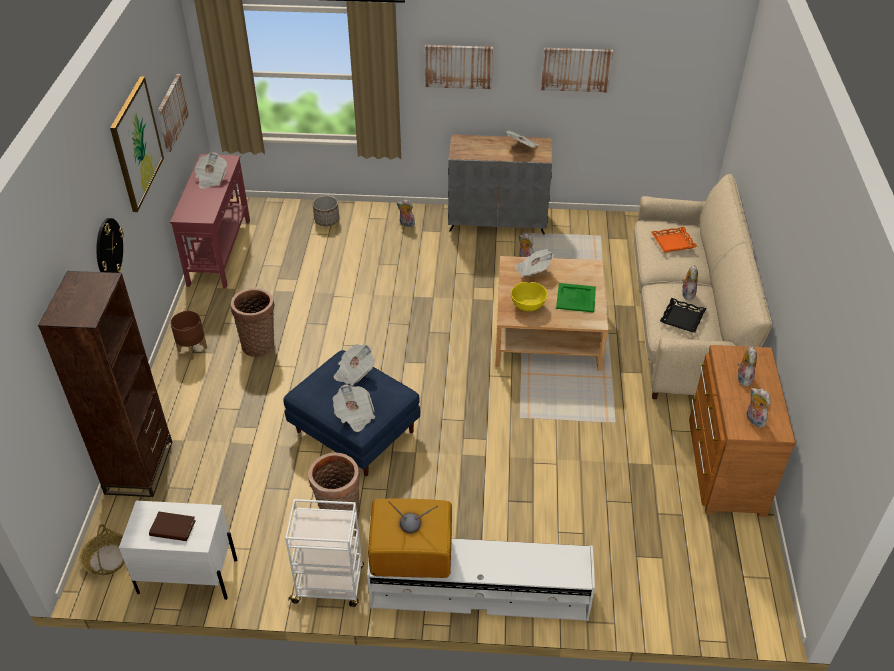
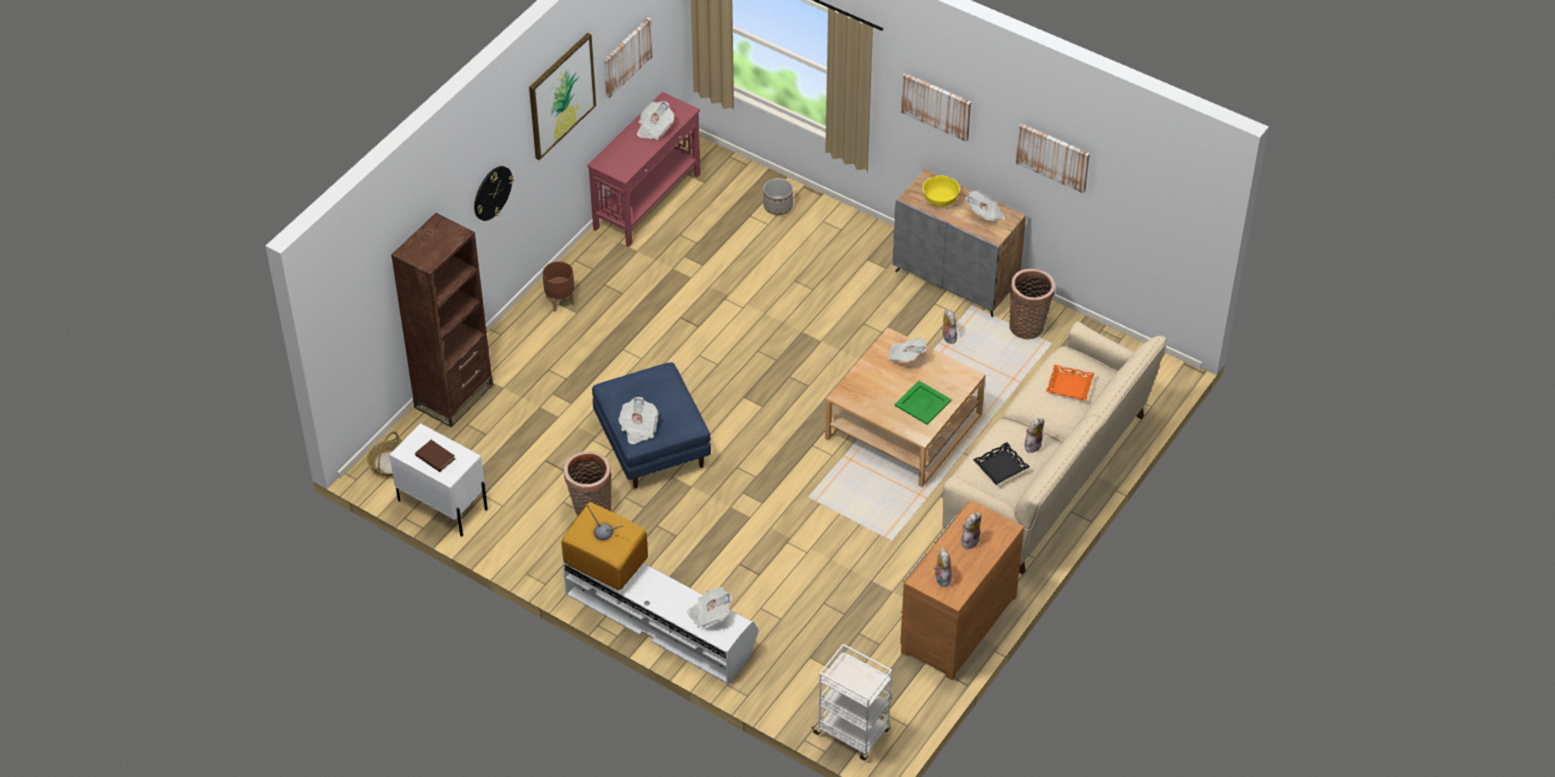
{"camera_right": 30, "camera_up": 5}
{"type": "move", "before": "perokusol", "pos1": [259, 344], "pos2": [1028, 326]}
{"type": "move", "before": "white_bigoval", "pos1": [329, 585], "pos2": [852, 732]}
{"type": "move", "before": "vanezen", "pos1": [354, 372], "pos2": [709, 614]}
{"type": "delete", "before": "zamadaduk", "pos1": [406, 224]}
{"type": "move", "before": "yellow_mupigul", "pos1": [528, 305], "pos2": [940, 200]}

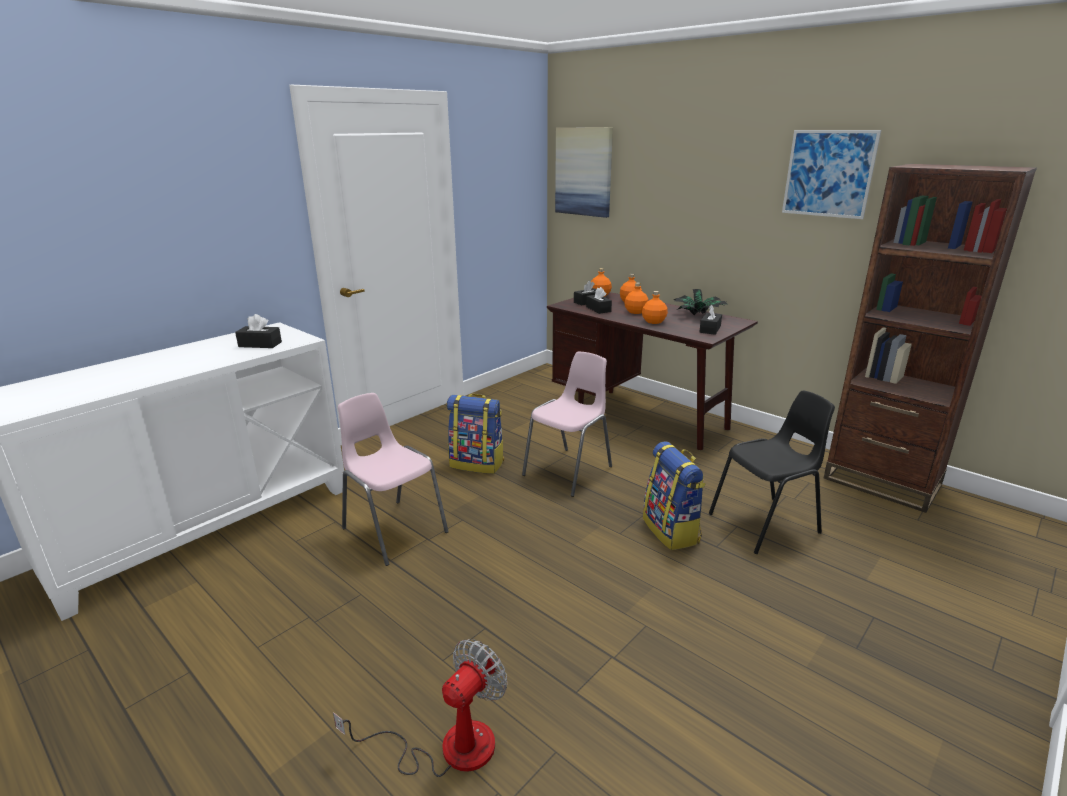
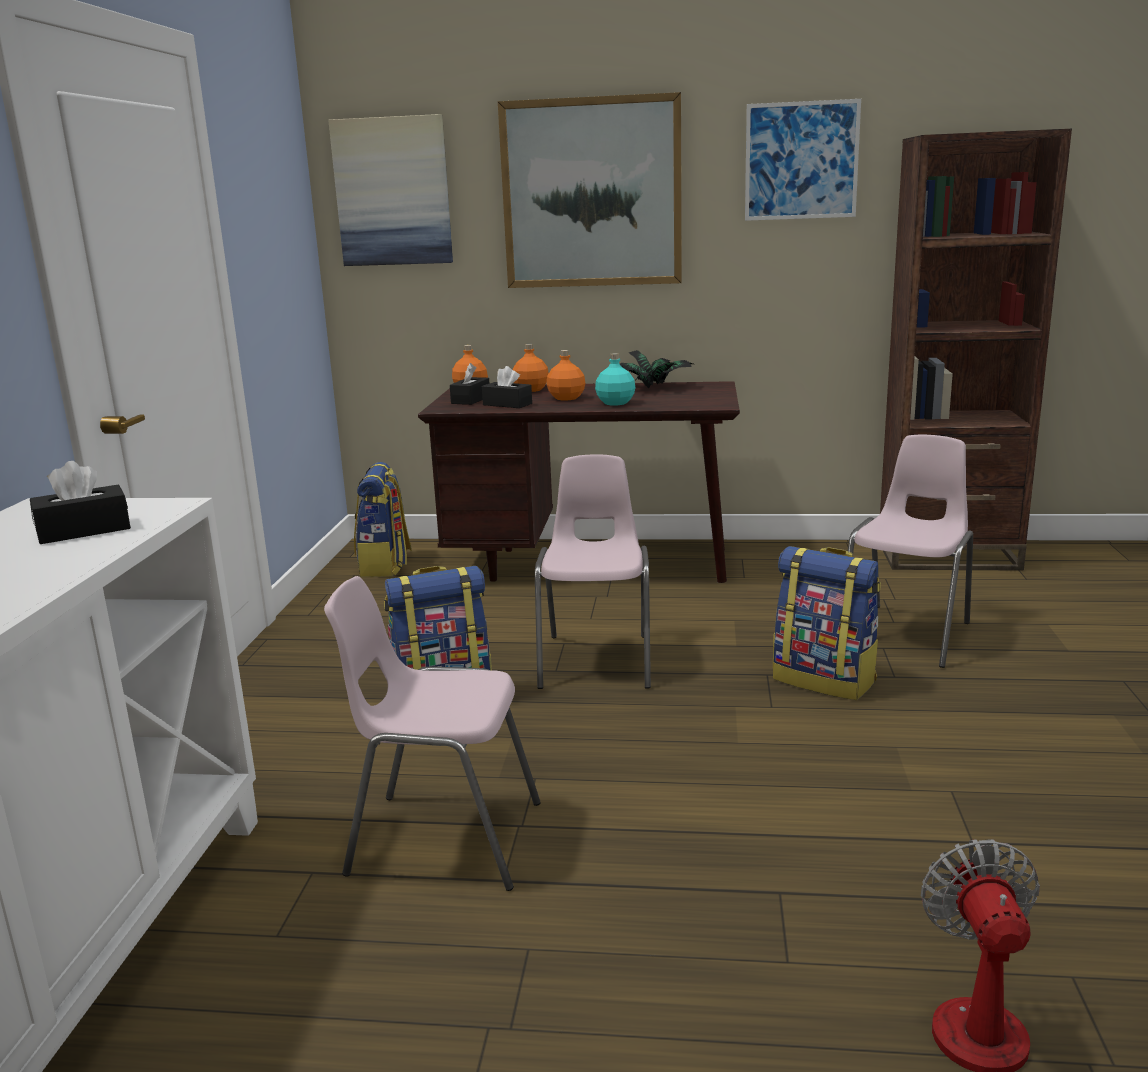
{"camera_right": -35, "camera_up": -5}
{"type": "recolor", "before": "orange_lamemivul", "after": "turquoise_lamemivul", "pos1": [653, 322], "pos2": [615, 403]}
{"type": "delete", "before": "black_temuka", "pos1": [710, 329]}
{"type": "recolor", "before": "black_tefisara", "after": "pink_tefisara", "pos1": [766, 524], "pos2": [907, 634]}
{"type": "insert", "after": "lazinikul", "pos2": [385, 566]}
{"type": "insert", "after": "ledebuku", "pos2": [592, 193]}

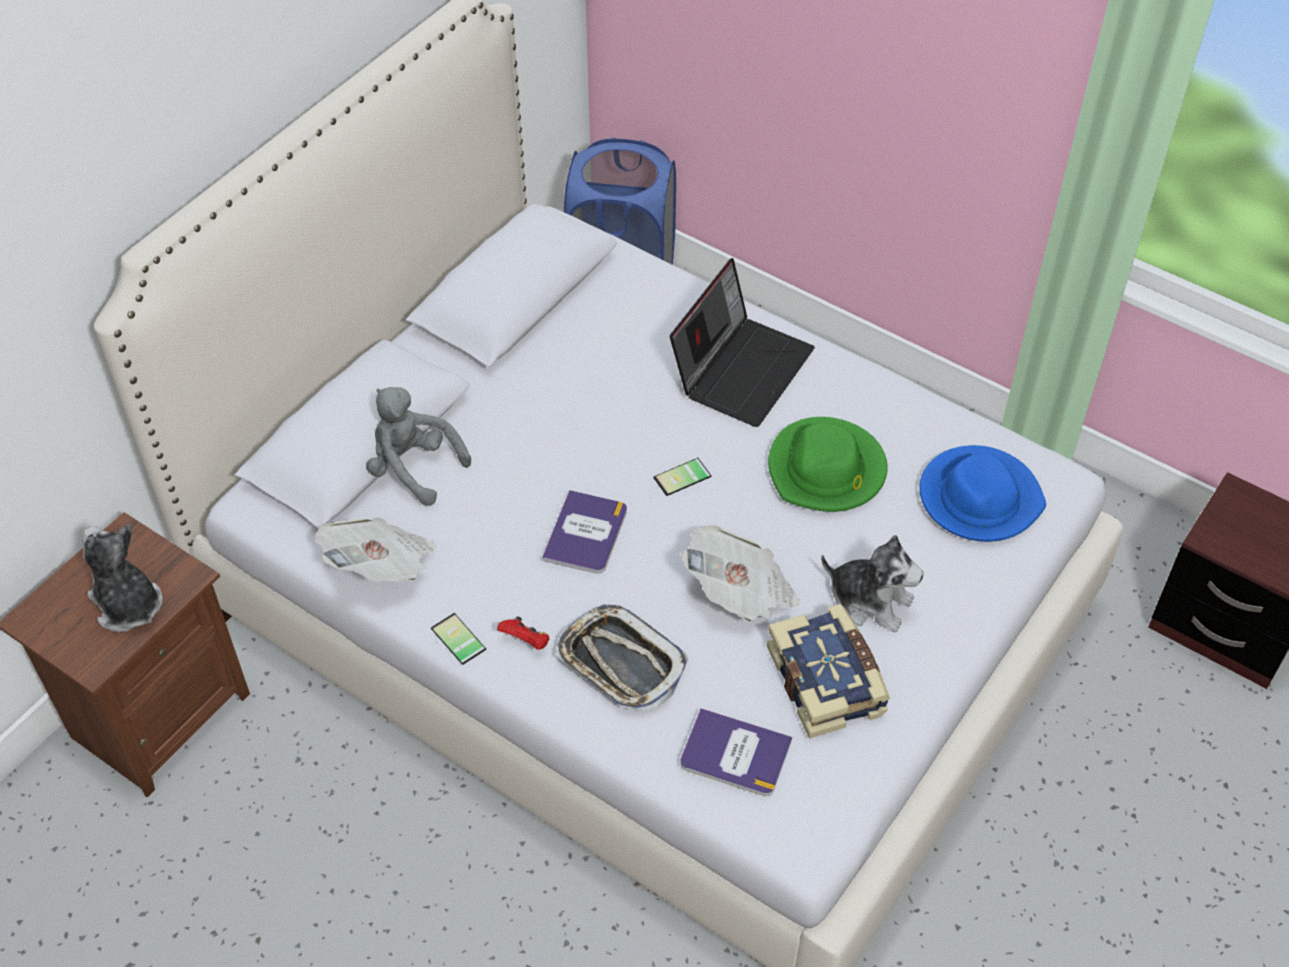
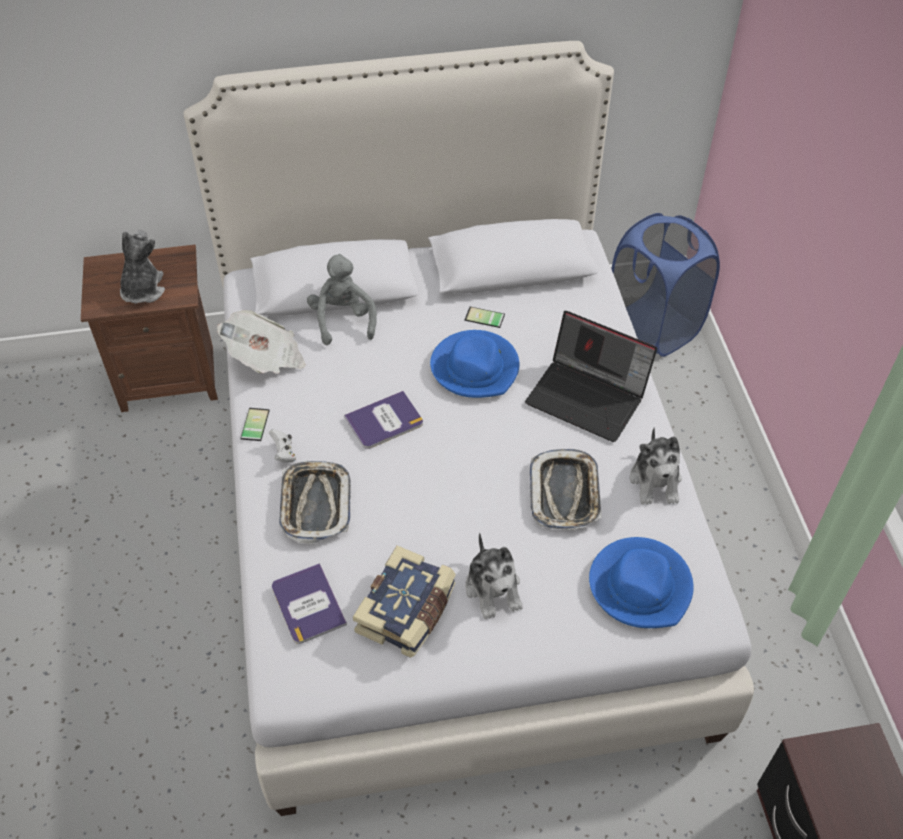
{"camera_right": 45, "camera_up": 0}
{"type": "recolor", "before": "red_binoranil", "after": "white_binoranil", "pos1": [526, 642], "pos2": [284, 453]}
{"type": "move", "before": "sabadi", "pos1": [683, 479], "pos2": [484, 319]}
{"type": "rotate", "before": "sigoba", "pos1": [741, 368], "pos2": [588, 397], "turn": 45}
{"type": "delete", "before": "vanezen", "pos1": [740, 593]}
{"type": "replace", "before": "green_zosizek", "after": "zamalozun", "pos1": [826, 470], "pos2": [565, 493]}
{"type": "insert", "after": "blue_zosizek", "pos2": [475, 367]}
{"type": "insert", "after": "zamadaduk", "pos2": [655, 480]}

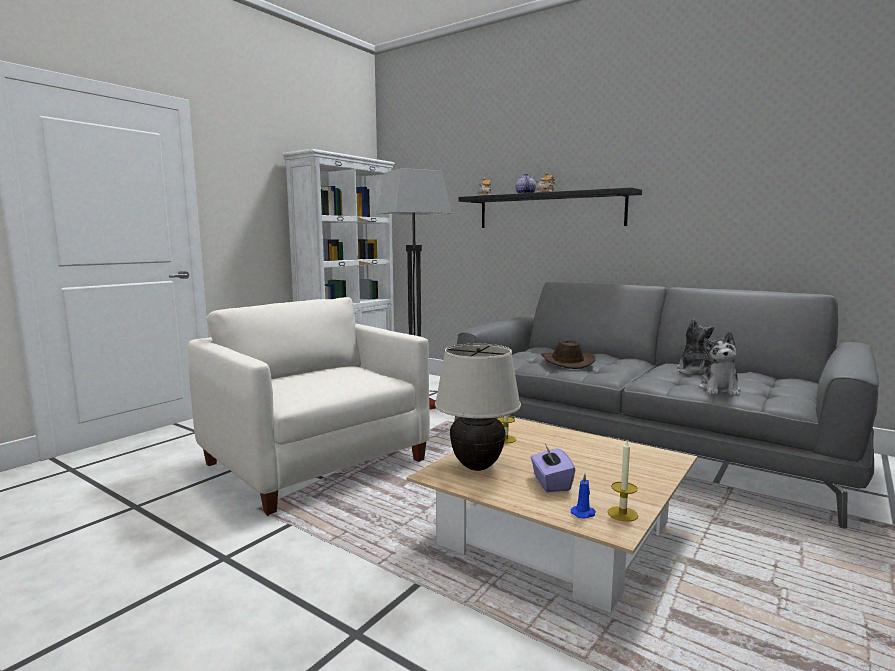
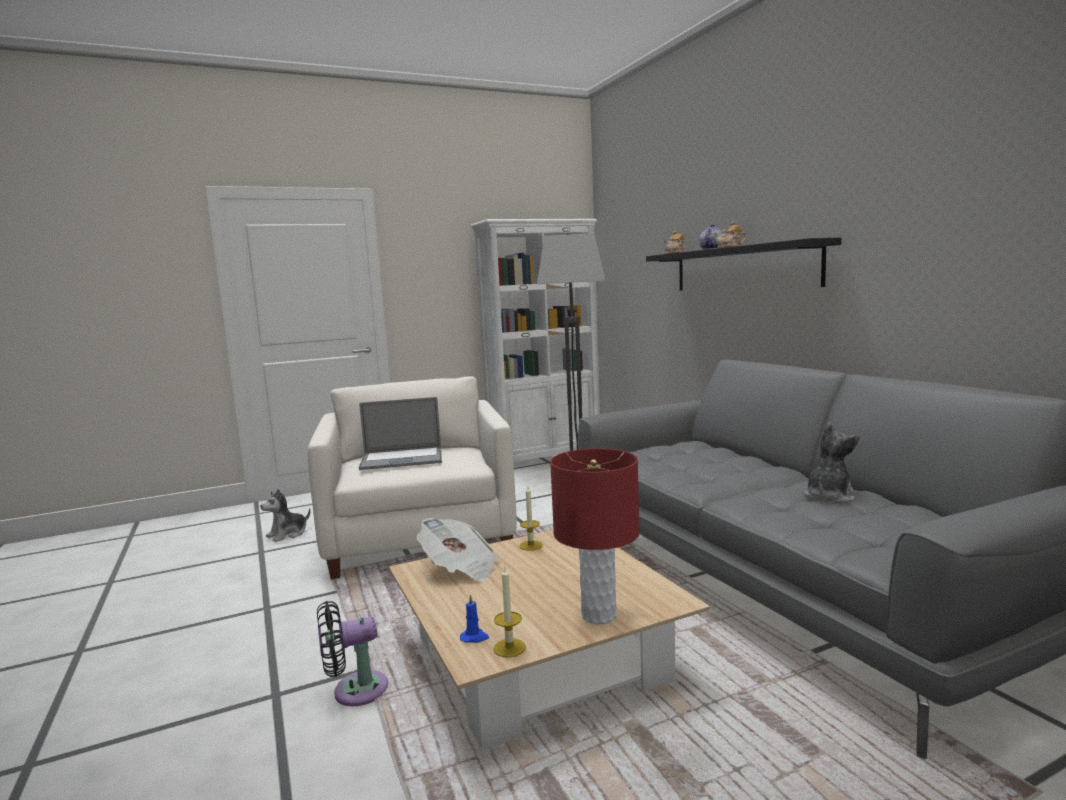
{"camera_right": 30, "camera_up": 0}
{"type": "replace", "before": "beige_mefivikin", "after": "vanezen", "pos1": [477, 466], "pos2": [460, 568]}
{"type": "delete", "before": "purple_temuka", "pos1": [551, 483]}
{"type": "delete", "before": "brown_zosizek", "pos1": [566, 362]}
{"type": "move", "before": "zamadaduk", "pos1": [719, 390], "pos2": [288, 534]}
{"type": "insert", "after": "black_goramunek", "pos2": [354, 691]}
{"type": "insert", "after": "sigoba", "pos2": [402, 459]}
{"type": "insert", "after": "red_mefivikin", "pos2": [599, 616]}

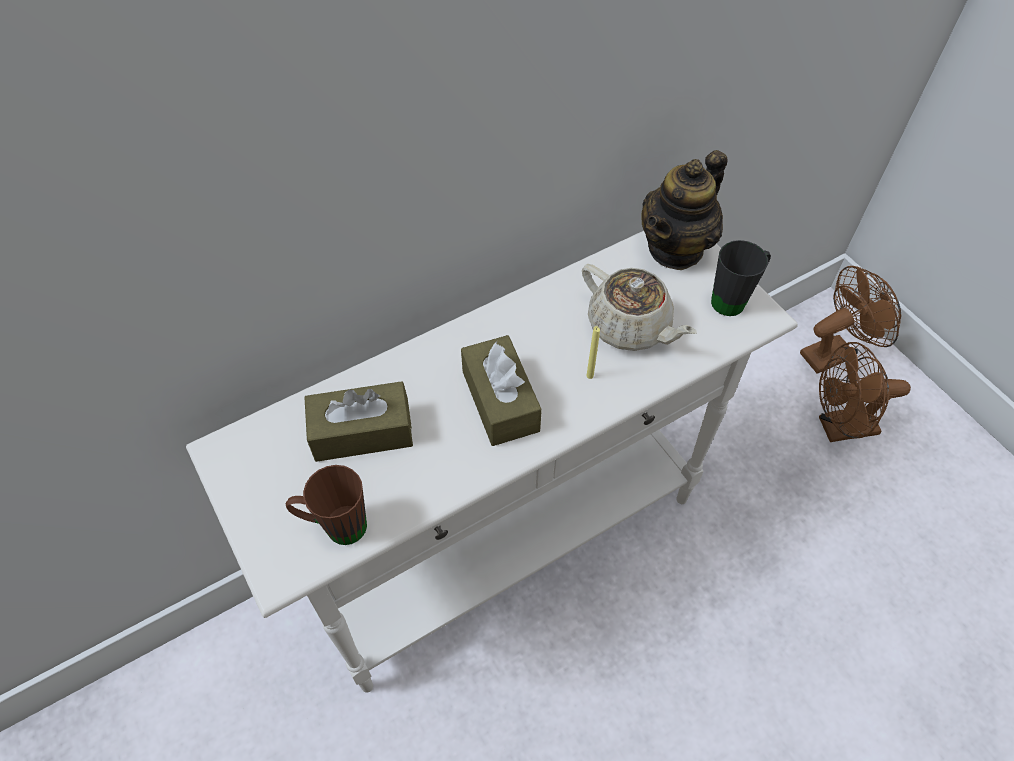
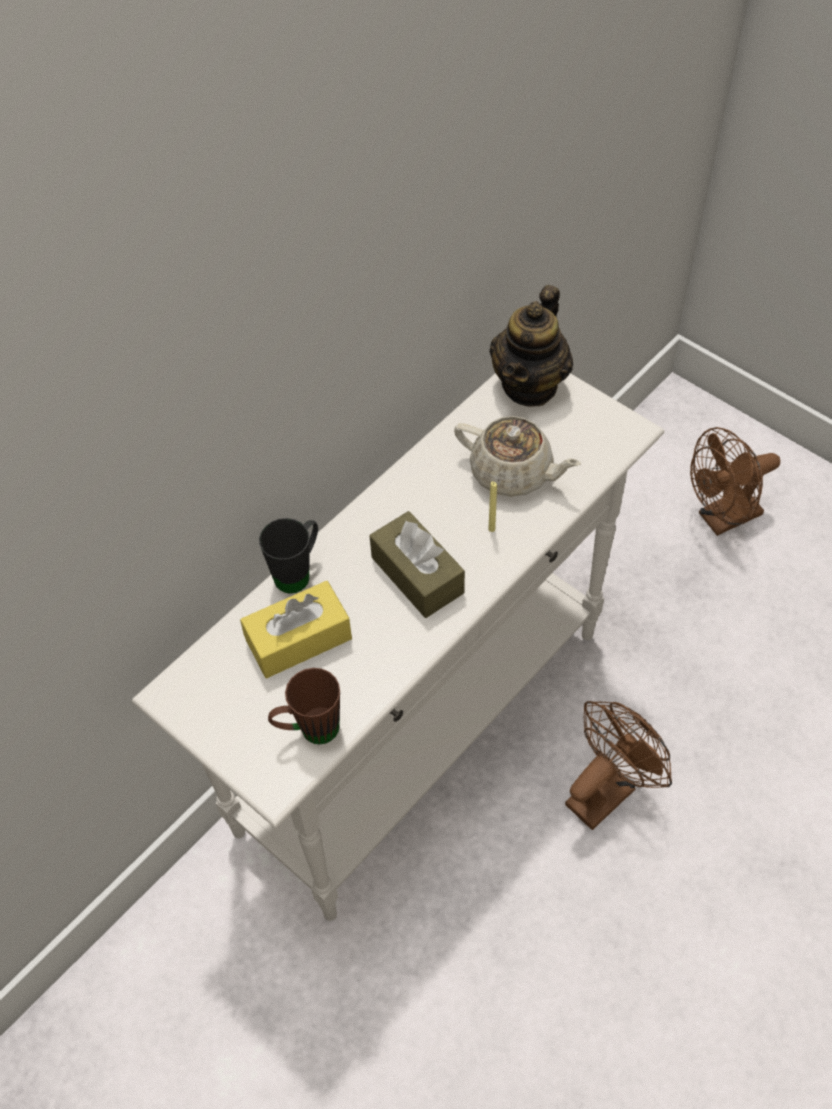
{"camera_right": -15, "camera_up": 0}
{"type": "recolor", "before": "brown_temuka", "after": "yellow_temuka", "pos1": [362, 432], "pos2": [299, 639]}
{"type": "move", "before": "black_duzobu", "pos1": [734, 299], "pos2": [298, 572]}
{"type": "move", "before": "brown_goramunek", "pos1": [834, 352], "pos2": [607, 789]}

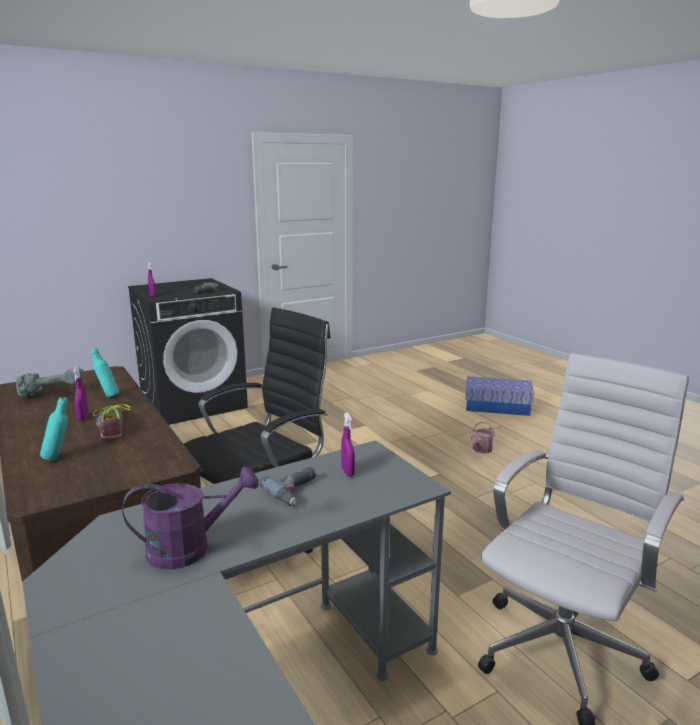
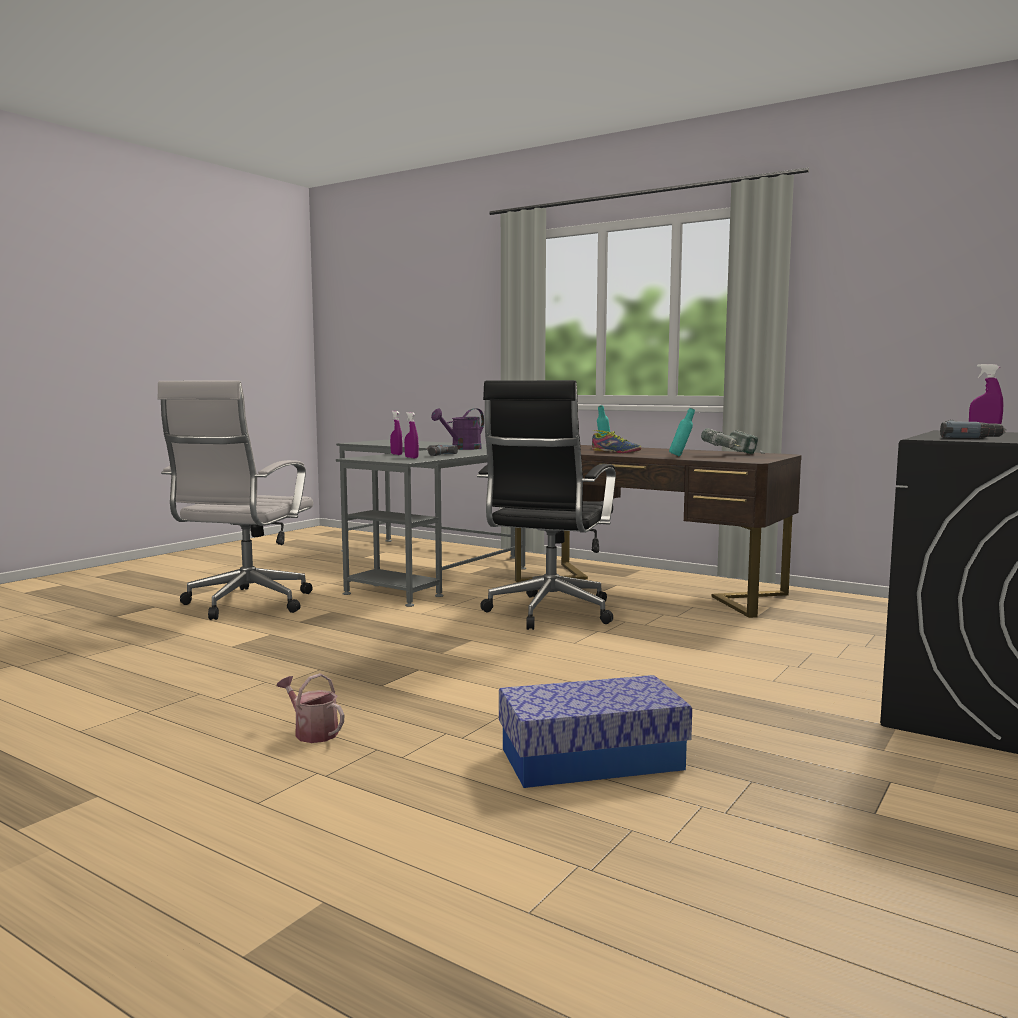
{"camera_right": 155, "camera_up": -10}
{"type": "move", "before": "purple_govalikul", "pos1": [83, 417], "pos2": [396, 454]}
{"type": "move", "before": "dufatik", "pos1": [497, 407], "pos2": [591, 759]}
{"type": "rotate", "before": "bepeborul", "pos1": [481, 450], "pos2": [312, 732], "turn": -60}

